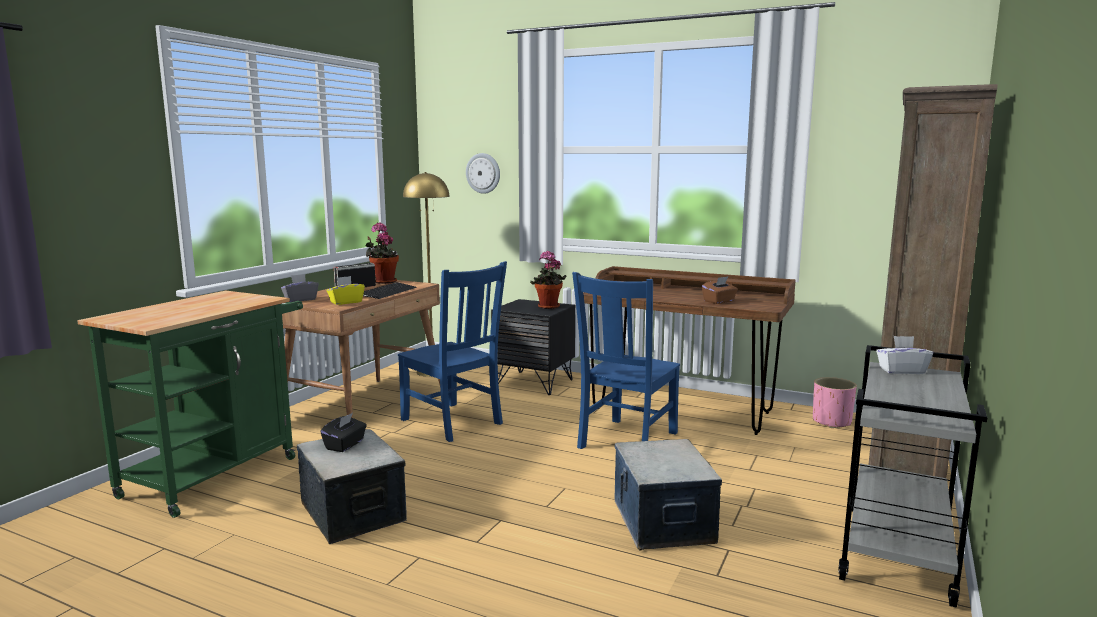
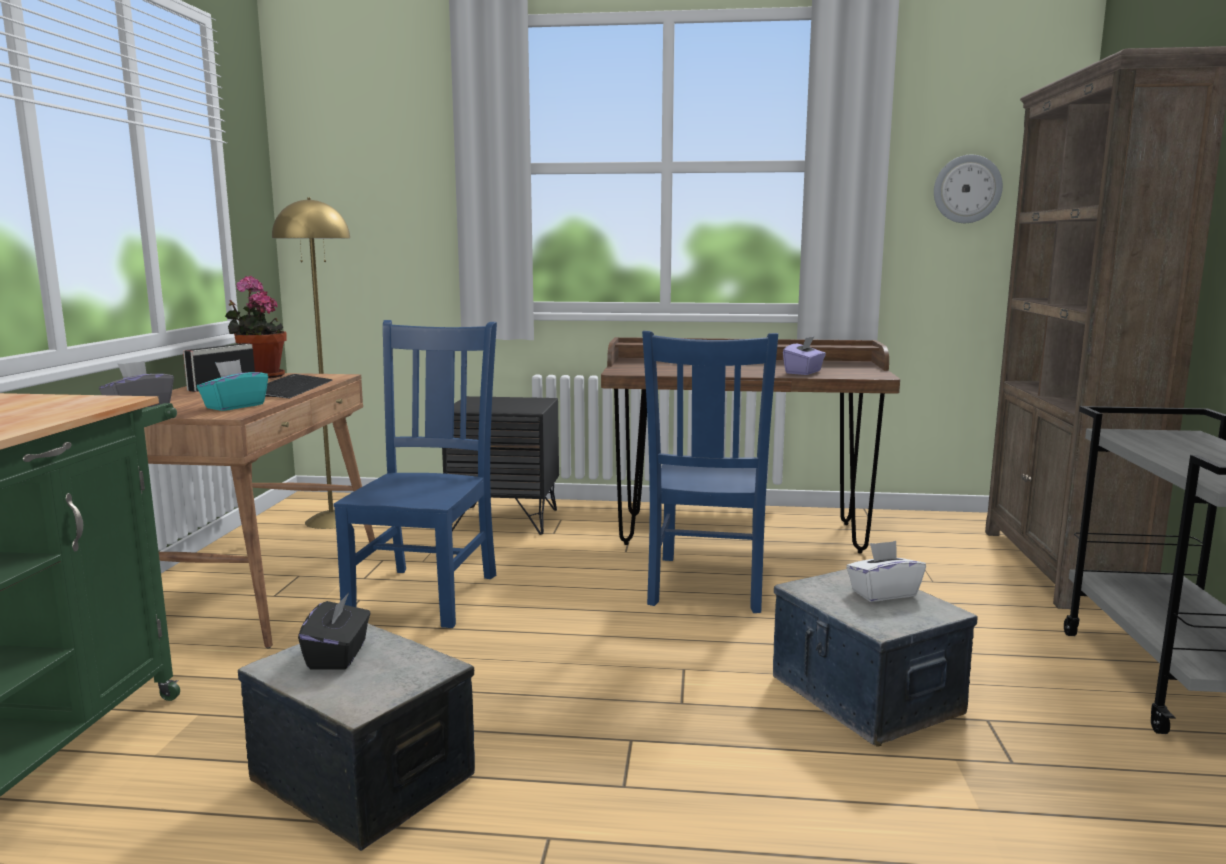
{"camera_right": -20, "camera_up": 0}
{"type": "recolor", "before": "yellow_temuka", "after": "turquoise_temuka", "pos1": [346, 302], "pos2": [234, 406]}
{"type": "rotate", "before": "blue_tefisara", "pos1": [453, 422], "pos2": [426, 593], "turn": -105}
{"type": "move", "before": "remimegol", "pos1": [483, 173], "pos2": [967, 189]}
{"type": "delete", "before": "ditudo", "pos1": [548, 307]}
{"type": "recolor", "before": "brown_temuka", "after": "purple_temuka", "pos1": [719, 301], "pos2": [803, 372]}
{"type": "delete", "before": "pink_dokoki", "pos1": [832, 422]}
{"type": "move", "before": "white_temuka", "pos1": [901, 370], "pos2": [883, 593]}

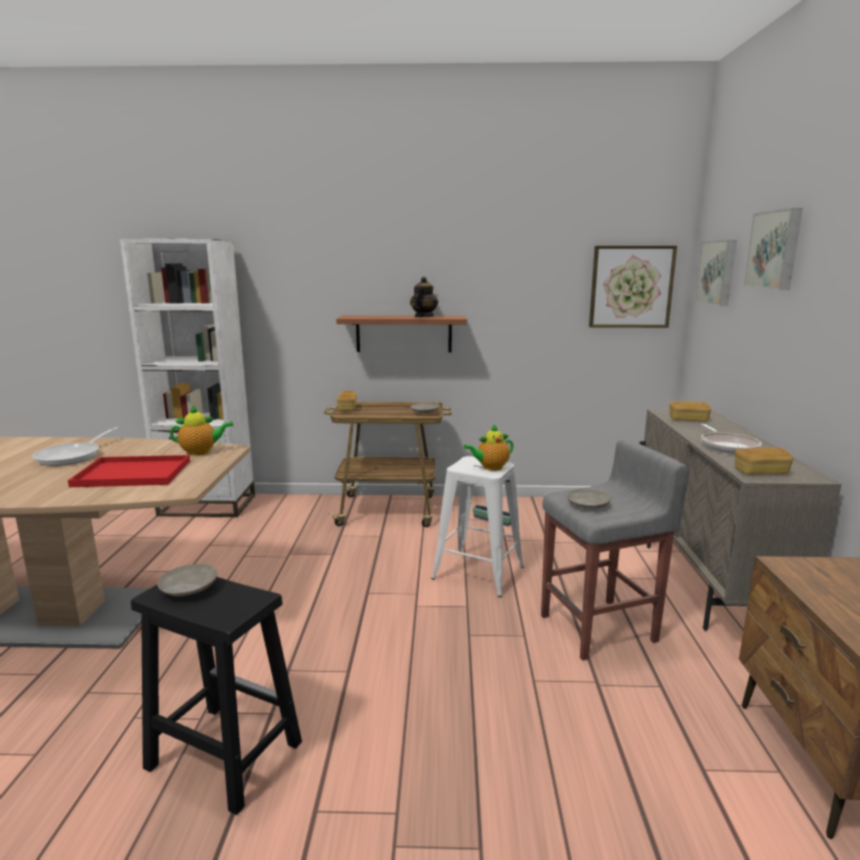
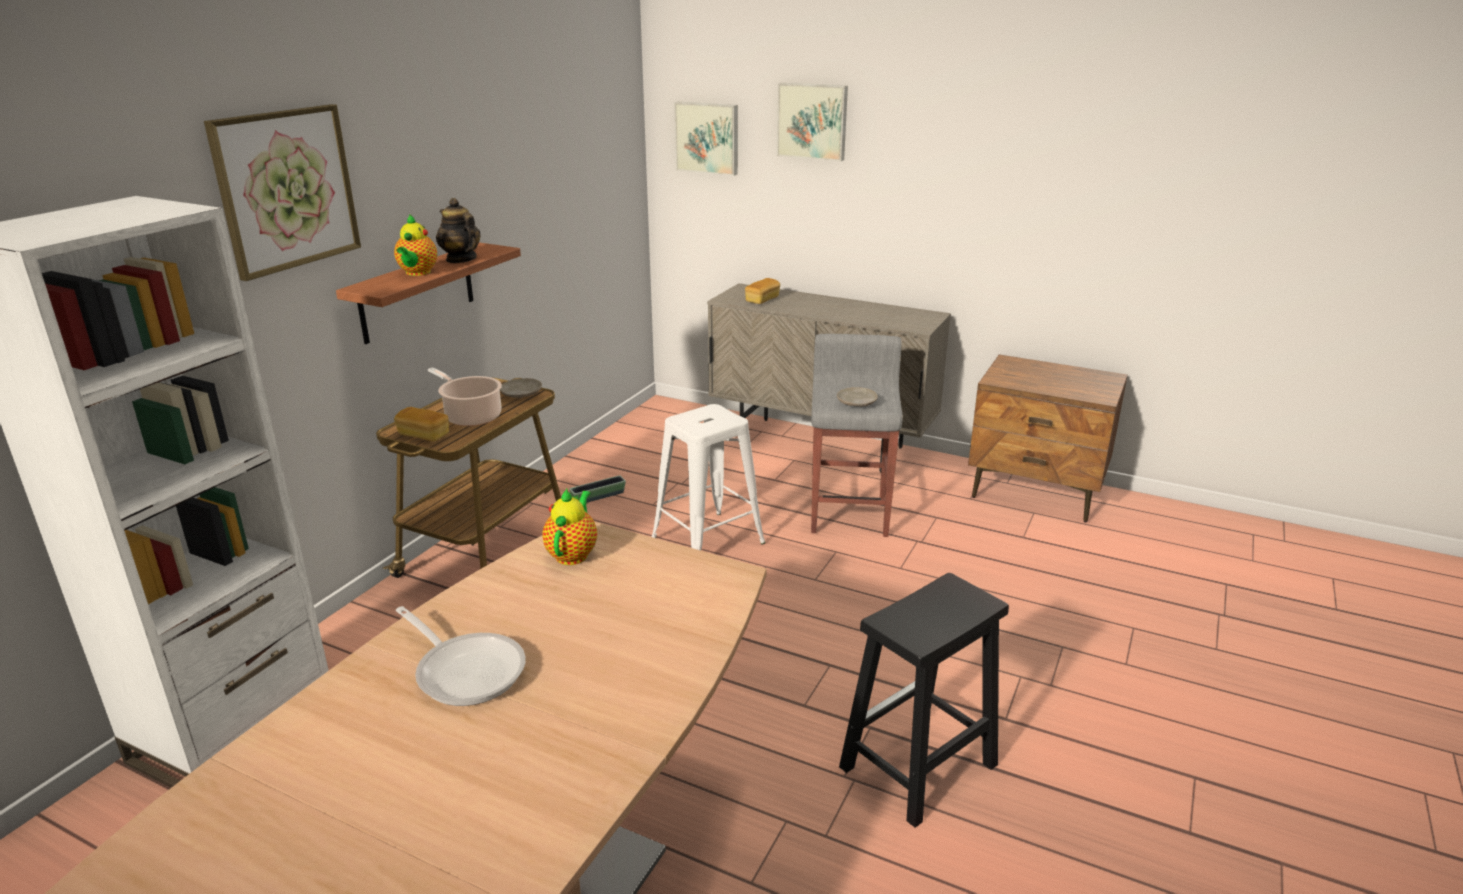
{"camera_right": -65, "camera_up": 10}
{"type": "delete", "before": "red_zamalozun", "pos1": [135, 473]}
{"type": "delete", "before": "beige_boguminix", "pos1": [188, 588]}
{"type": "move", "before": "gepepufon", "pos1": [490, 467], "pos2": [417, 273]}
{"type": "move", "before": "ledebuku", "pos1": [631, 287], "pos2": [286, 189]}
{"type": "delete", "before": "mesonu", "pos1": [727, 446]}
{"type": "delete", "before": "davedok", "pos1": [760, 472]}
{"type": "insert", "after": "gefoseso", "pos2": [471, 416]}

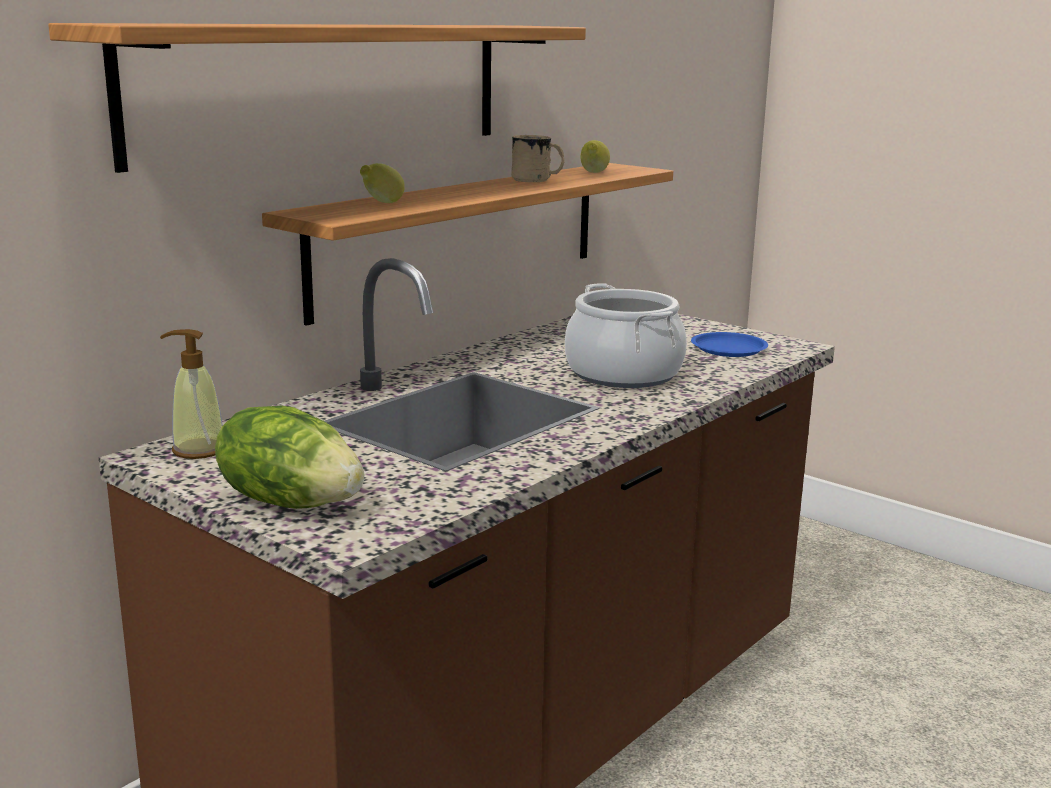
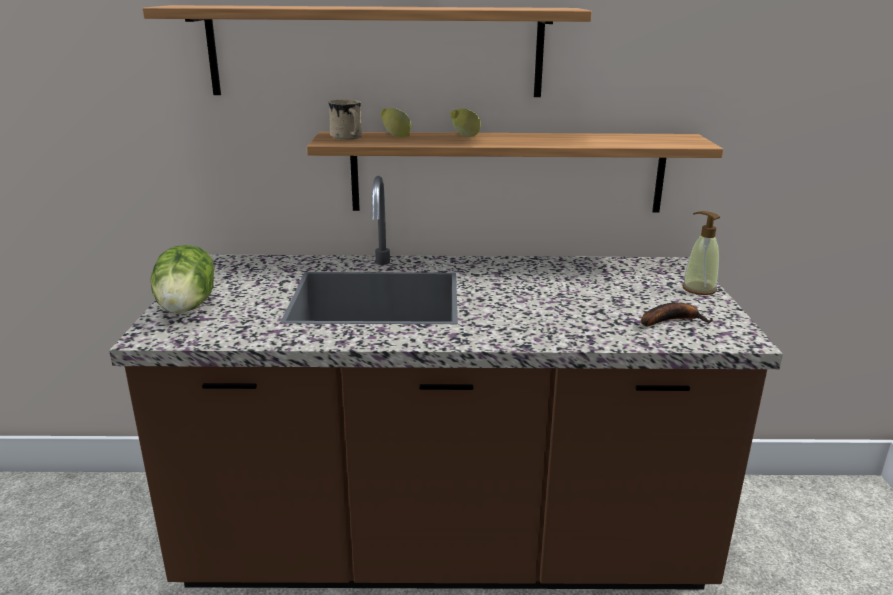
{"camera_right": 50, "camera_up": 5}
{"type": "move", "before": "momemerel", "pos1": [198, 450], "pos2": [698, 289]}
{"type": "move", "before": "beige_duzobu", "pos1": [537, 180], "pos2": [348, 138]}
{"type": "delete", "before": "gefoseso", "pos1": [624, 373]}
{"type": "move", "before": "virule", "pos1": [594, 173], "pos2": [464, 137]}
{"type": "replace", "before": "blue_boguminix", "after": "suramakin", "pos1": [729, 349], "pos2": [672, 320]}

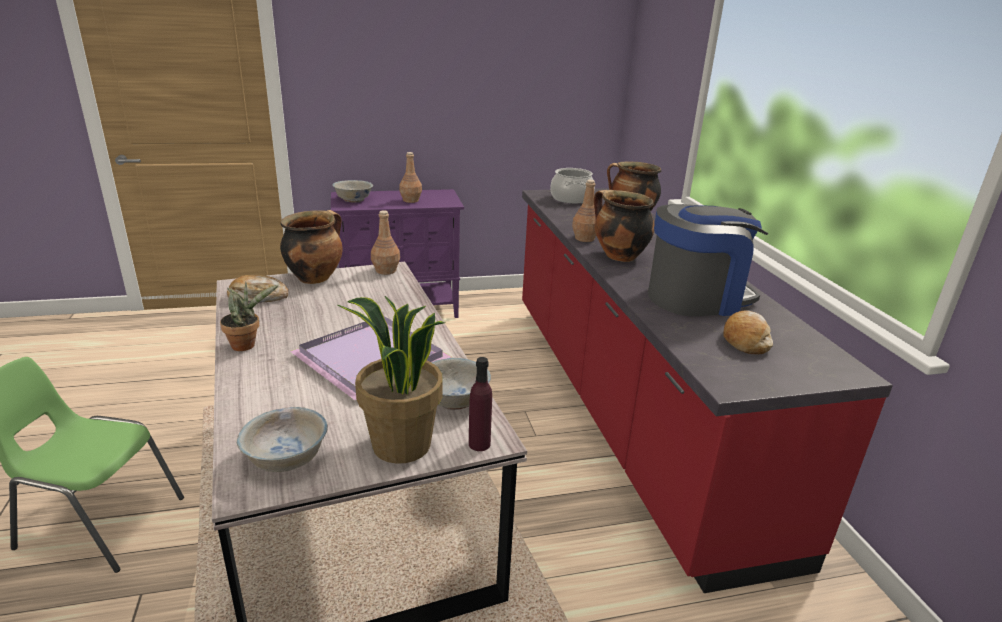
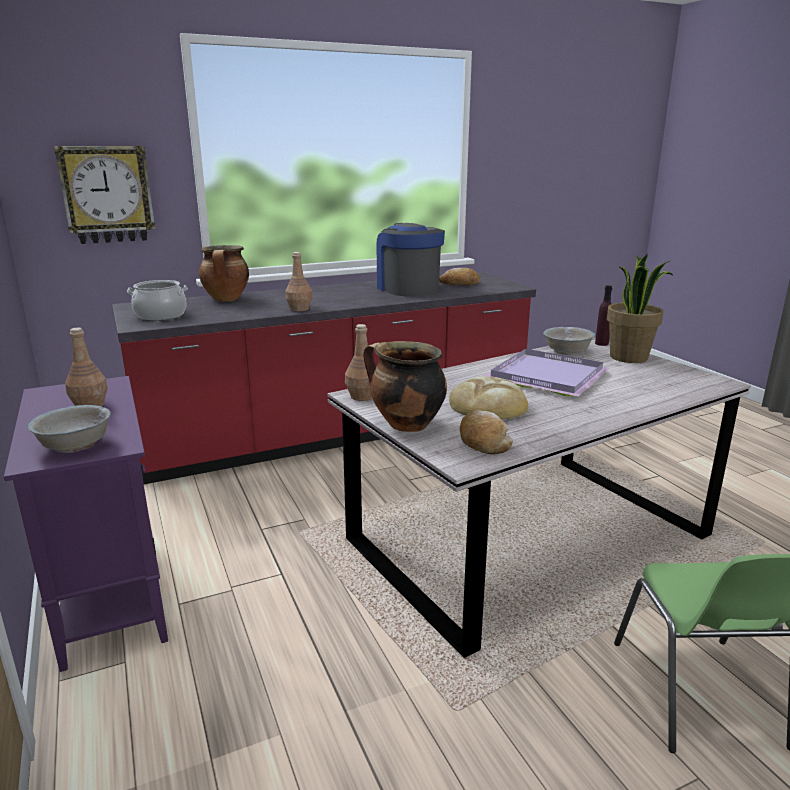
{"camera_right": -100, "camera_up": -5}
{"type": "delete", "before": "ditudo", "pos1": [247, 344]}
{"type": "delete", "before": "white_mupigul", "pos1": [287, 458]}
{"type": "delete", "before": "gefoseso", "pos1": [618, 256]}
{"type": "insert", "after": "remimegol", "pos2": [107, 194]}
{"type": "insert", "after": "davedok", "pos2": [488, 405]}

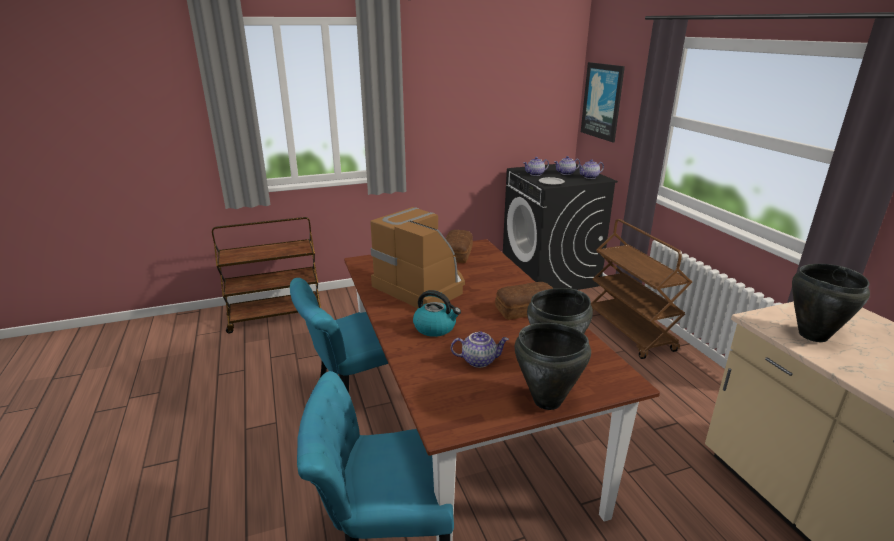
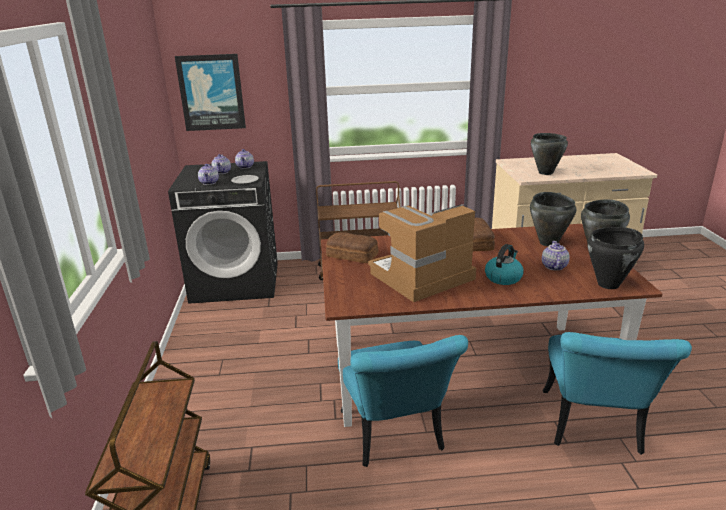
{"camera_right": -75, "camera_up": 0}
{"type": "insert", "after": "black_gefoseso", "pos2": [609, 284]}

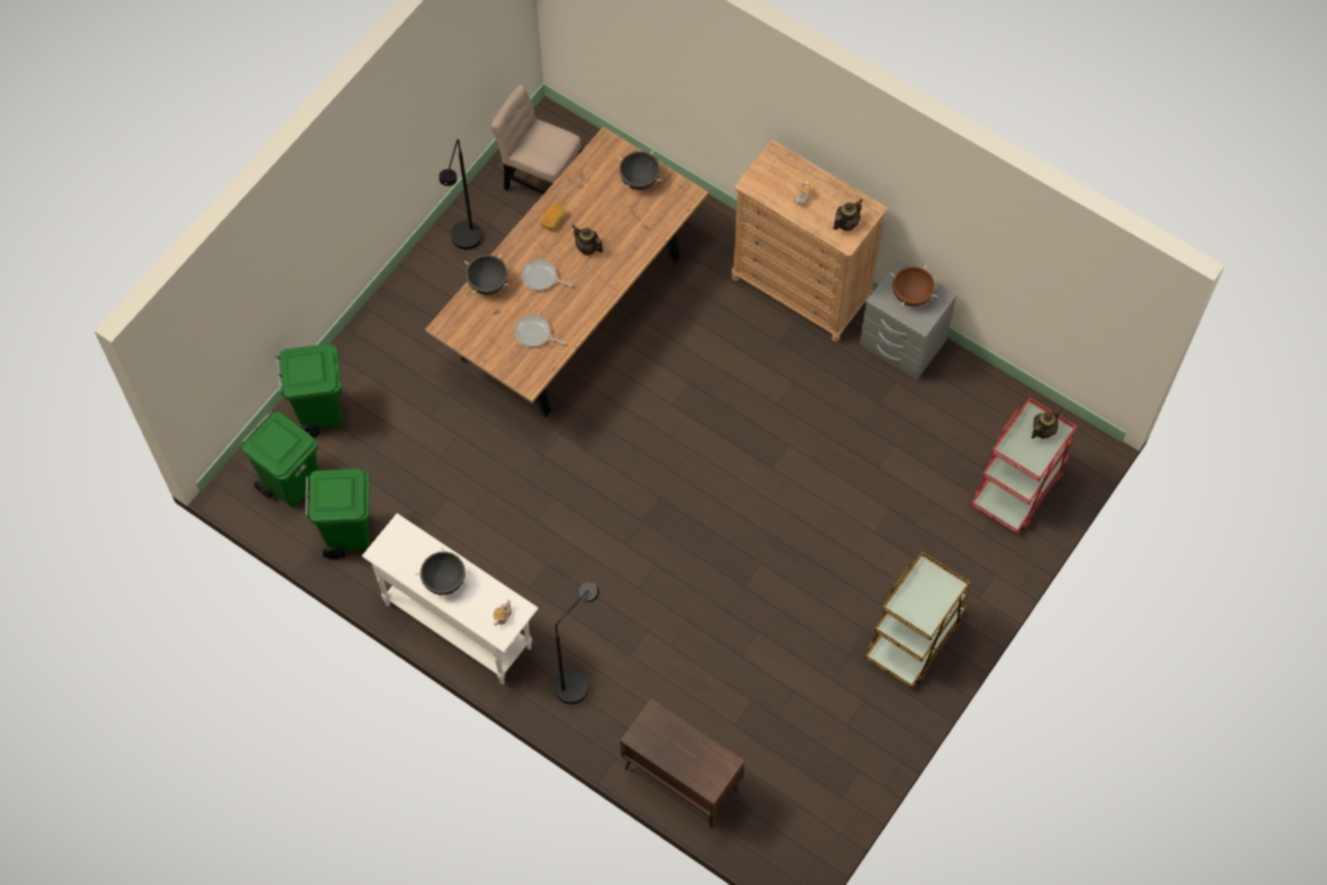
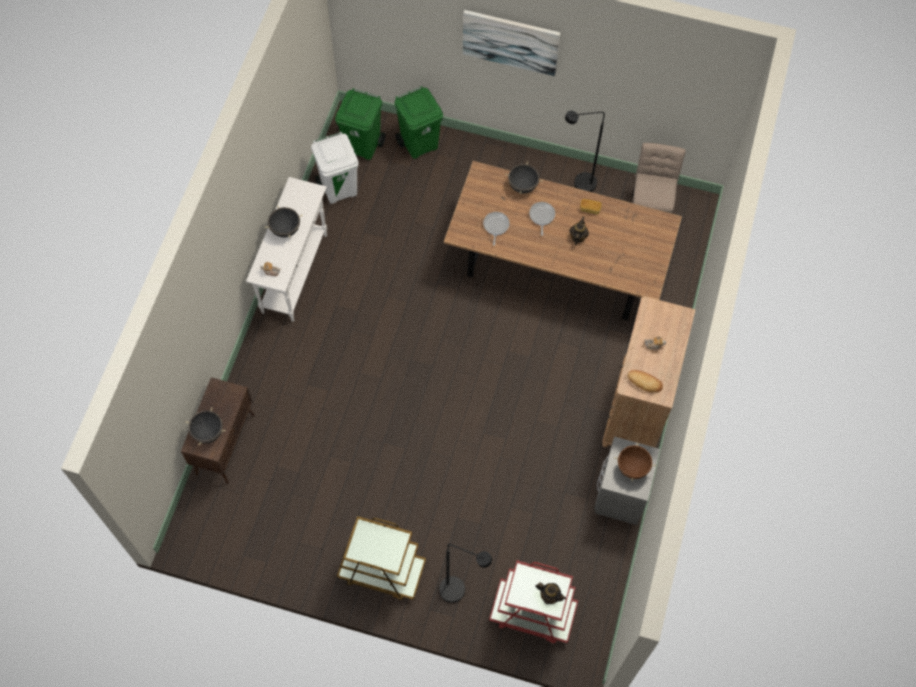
{"camera_right": 70, "camera_up": 0}
{"type": "recolor", "before": "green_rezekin", "after": "white_rezekin", "pos1": [348, 532], "pos2": [339, 189]}
{"type": "move", "before": "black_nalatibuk", "pos1": [577, 680], "pos2": [459, 591]}
{"type": "move", "before": "black_gefoseso", "pos1": [639, 180], "pos2": [208, 432]}
{"type": "replace", "before": "gepepufon", "after": "davedok", "pos1": [846, 223], "pos2": [644, 382]}
{"type": "insert", "after": "ledebuku", "pos2": [510, 42]}

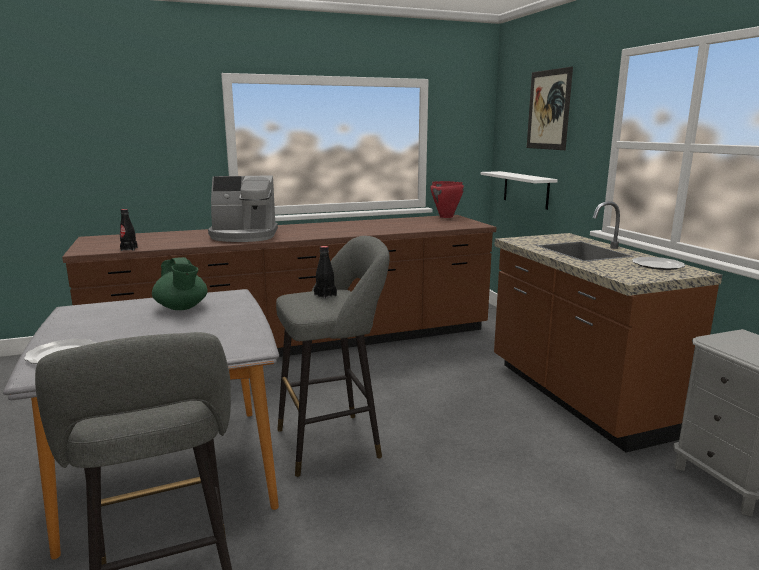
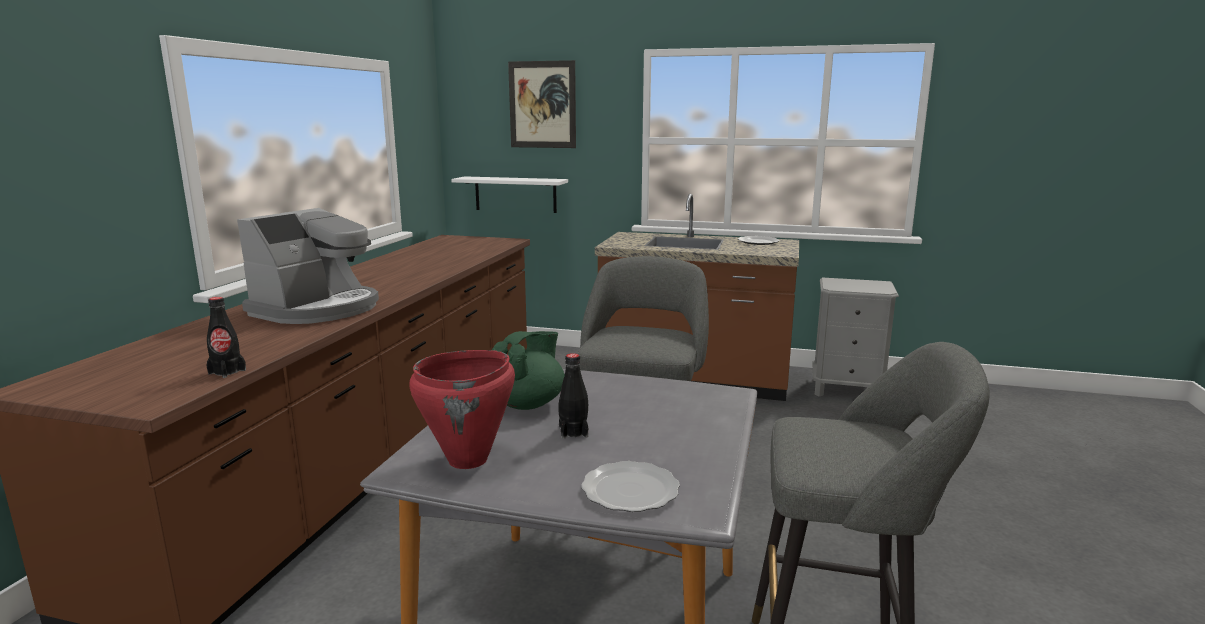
{"camera_right": -55, "camera_up": 0}
{"type": "rotate", "before": "green_gepepufon", "pos1": [182, 308], "pos2": [528, 404], "turn": -60}
{"type": "move", "before": "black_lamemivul", "pos1": [325, 295], "pos2": [573, 432]}
{"type": "move", "before": "red_gefoseso", "pos1": [446, 217], "pos2": [468, 460]}

